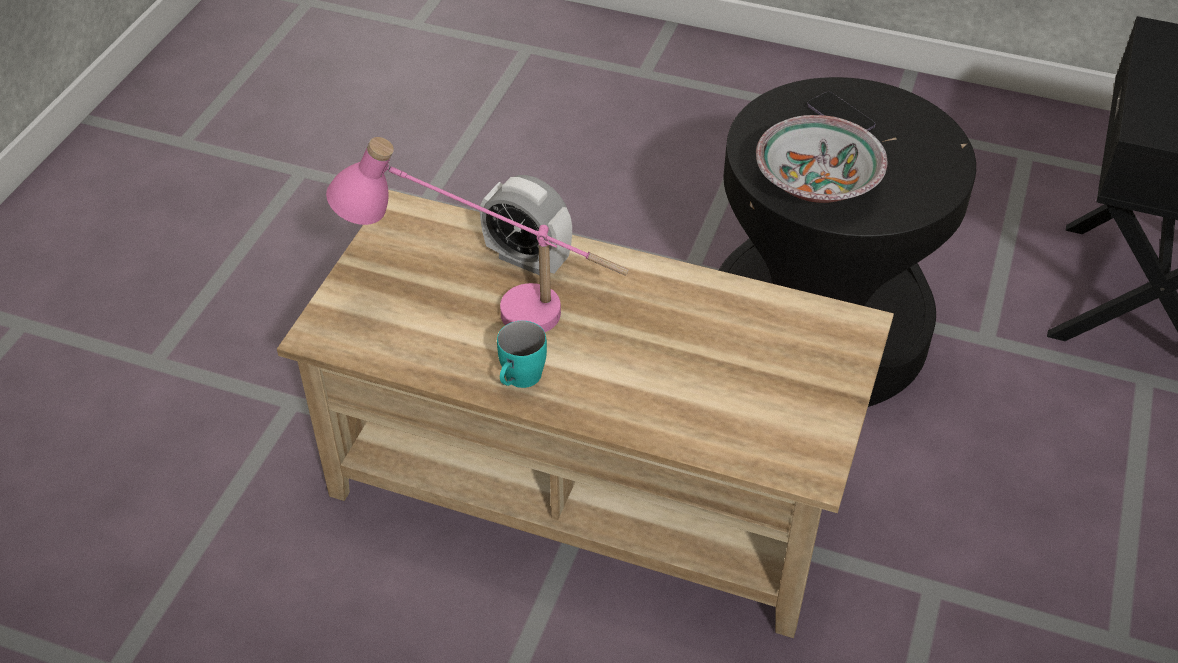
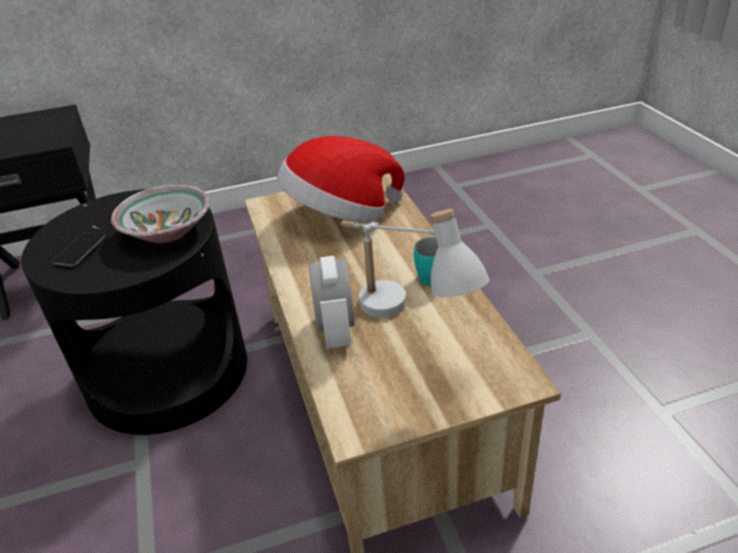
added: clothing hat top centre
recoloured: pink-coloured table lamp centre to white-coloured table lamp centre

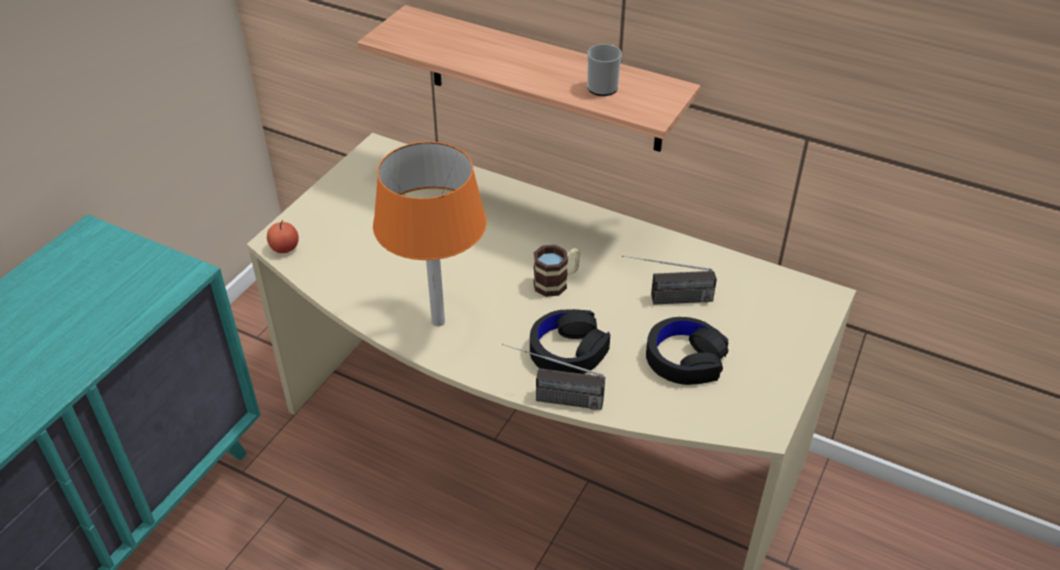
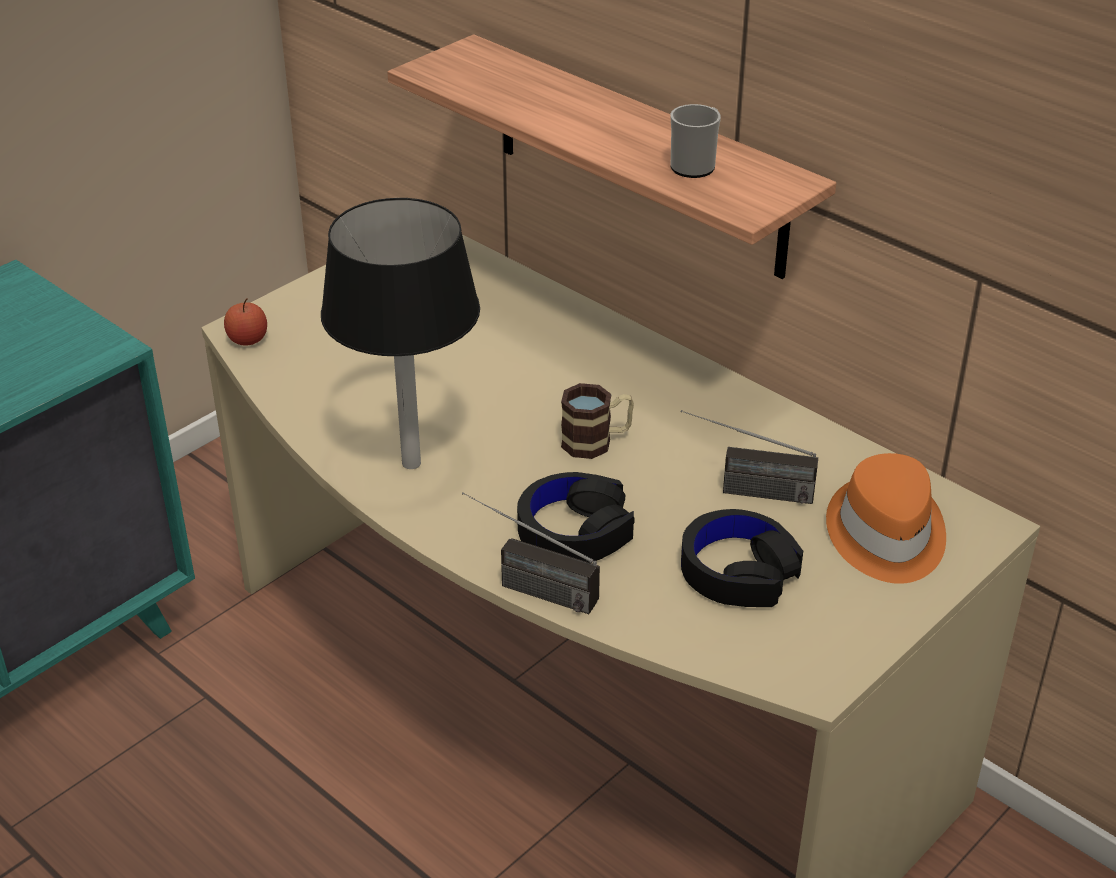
added: orange clothing hat middle right
recoloured: orange table lamp centre to black-coloured table lamp centre

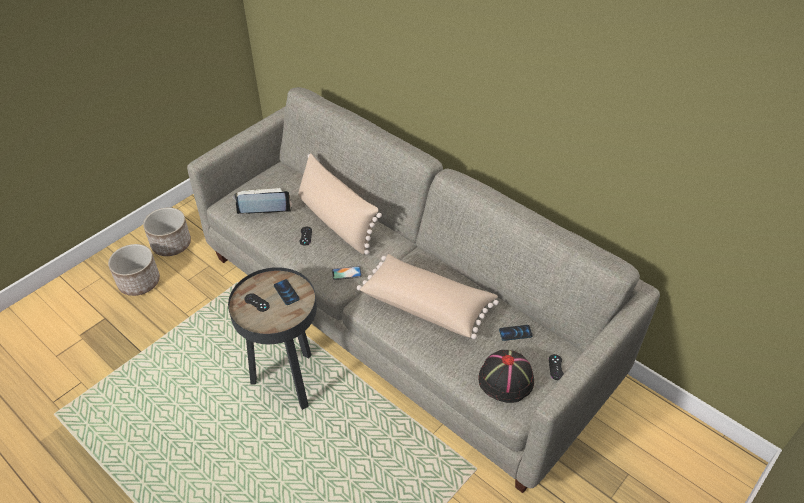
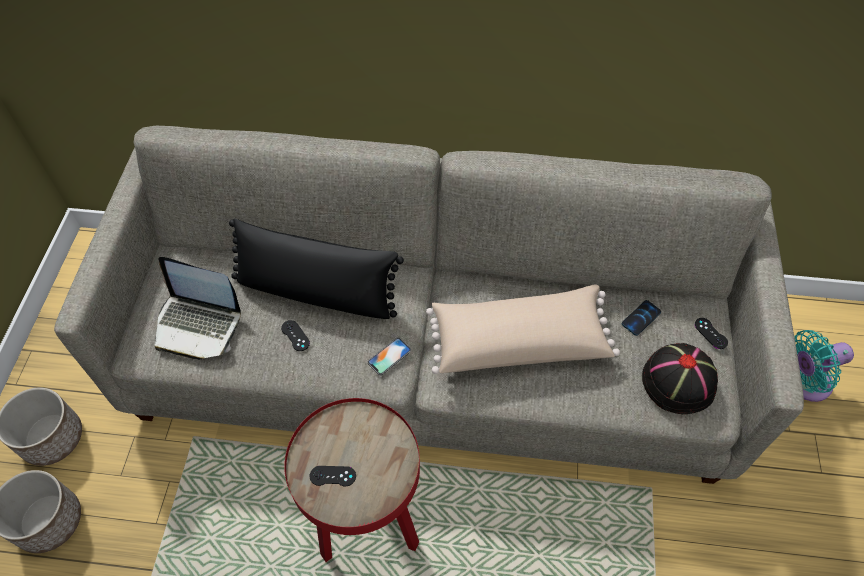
removed: phone (1st from left) centre
added: turquoise-coloured electric fan middle right
recoloured: beige-coloured pillow (1st from left) centre to black-coloured pillow centre; black-coloured side table bottom centre to red side table bottom centre
turned: portable computer middle left = middle left 120 degrees counterclockwise

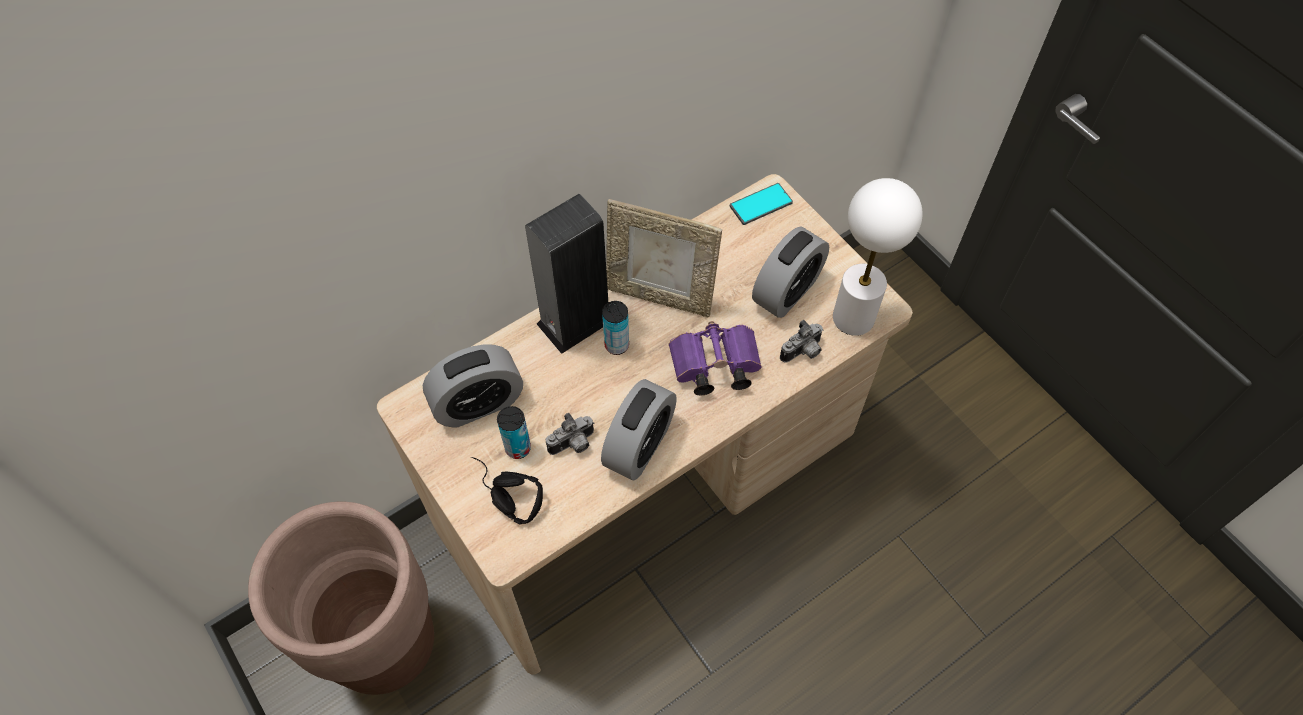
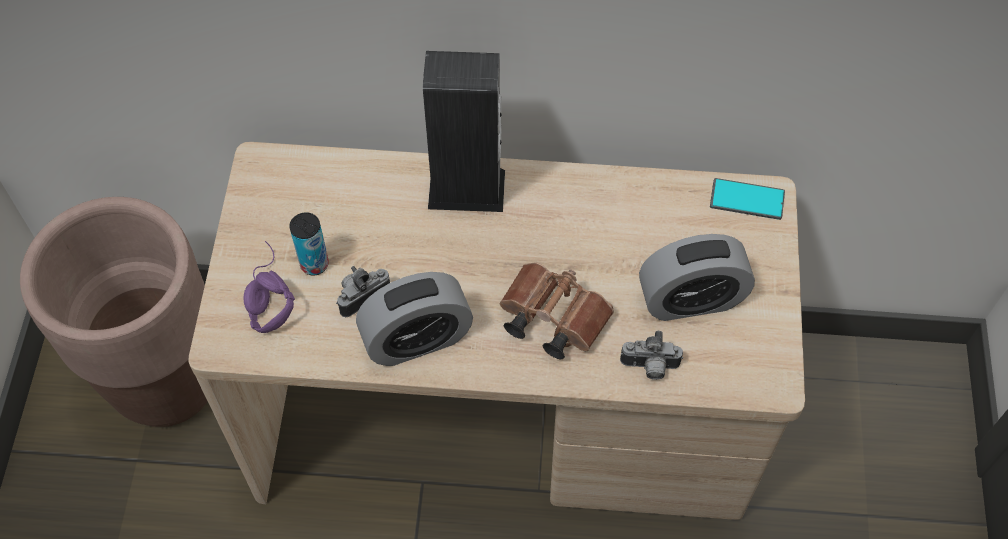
removed: white-coloured table lamp middle right; picture frame centre; metal can (2nd from left) centre; table clock (1st from left) centre
recoloured: purple pair of binoculars centre to brown pair of binoculars centre; black-coloured headphones bottom centre to purple headphones middle left
turned: still camera (1st from left) centre = centre 135 degrees clockwise

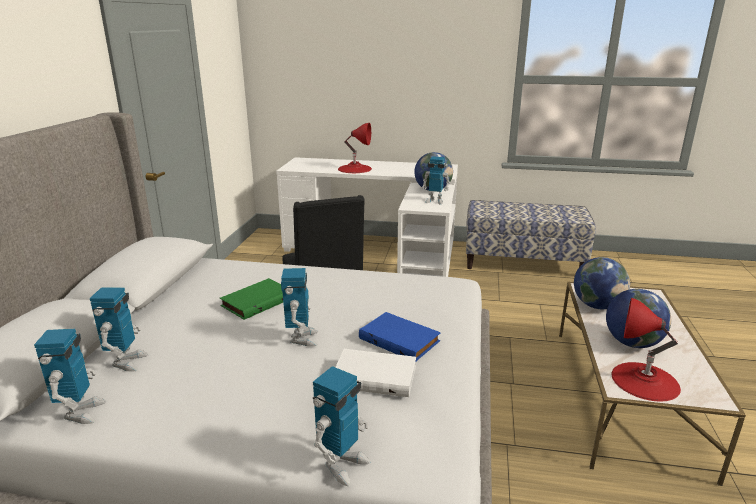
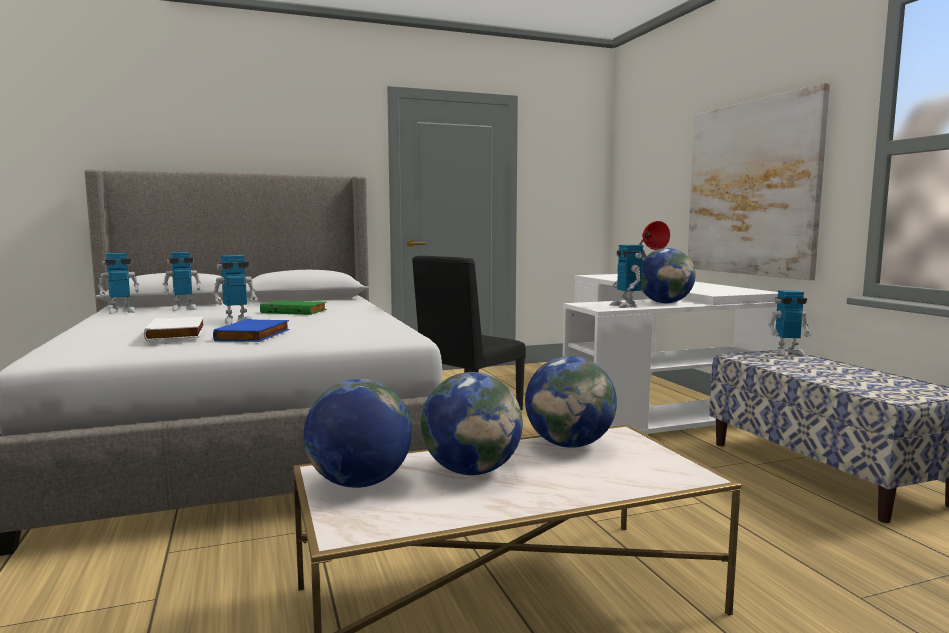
added: wall picture top right
moved: toy robot (4th from left in the first image) bottom centre to toy robot (5th from left) middle right
replaced: red table lamp (2nd from left) bottom right to world globe (1st from left) bottom centre

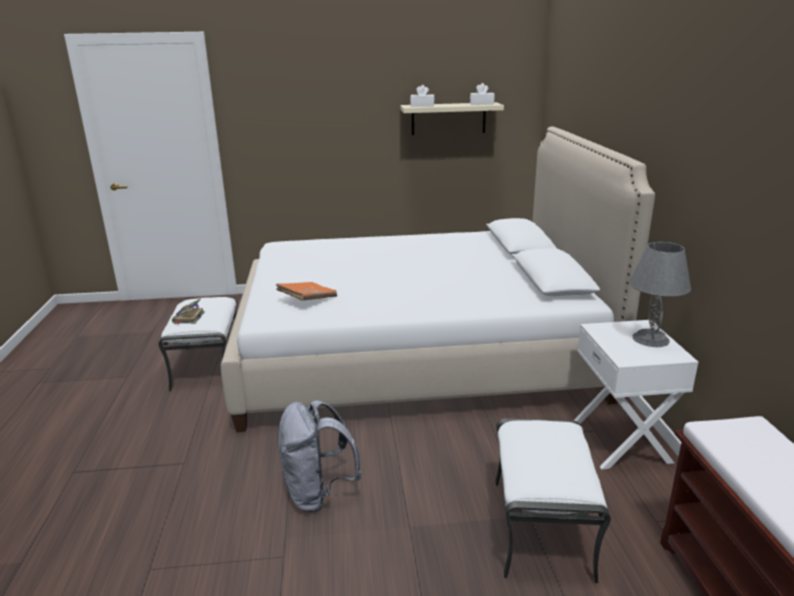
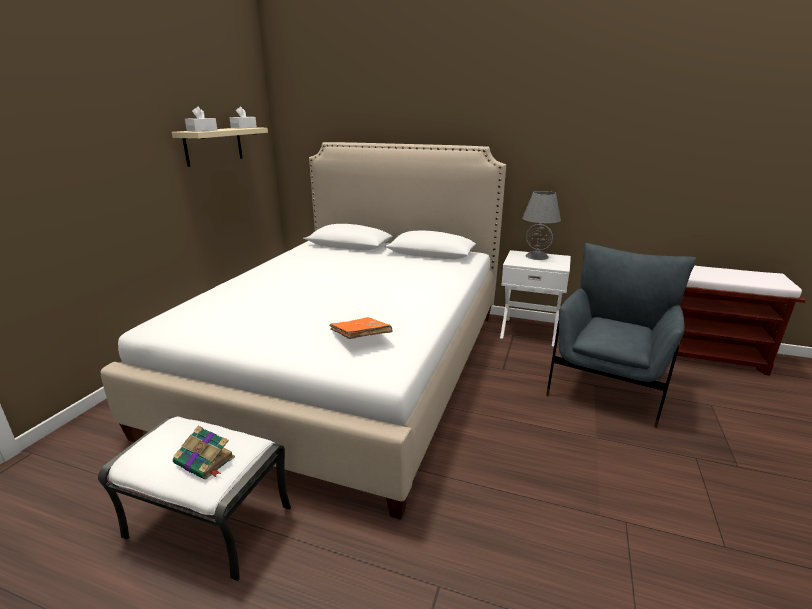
removed: greyish knapsack bottom centre
replaced: white-coloured ottoman (2nd from left) bottom right to greyish armchair middle right

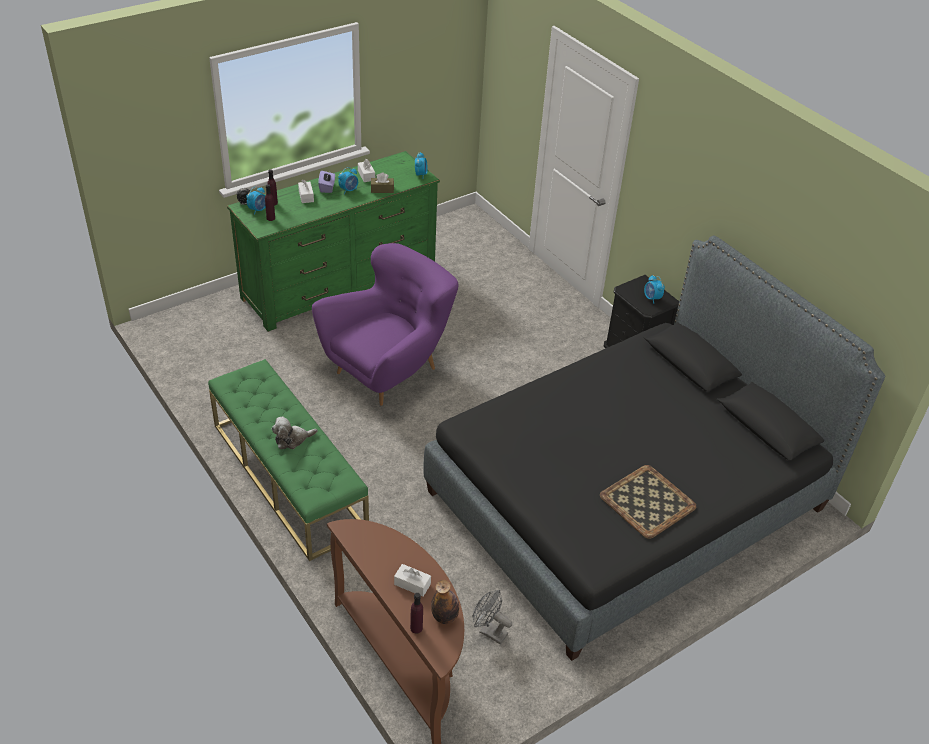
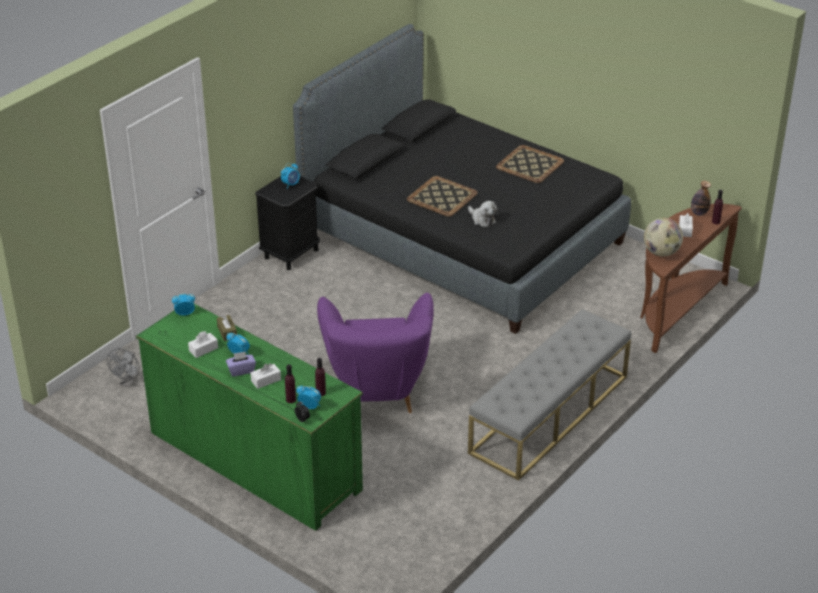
added: serving tray (1st from left) top centre; world globe middle right
moved: plush toy middle left to centre; greyish electric fan bottom centre to middle left
recoloured: greenish bench middle left to greyish bench middle right
turned: purple armchair centre = centre 120 degrees counterclockwise

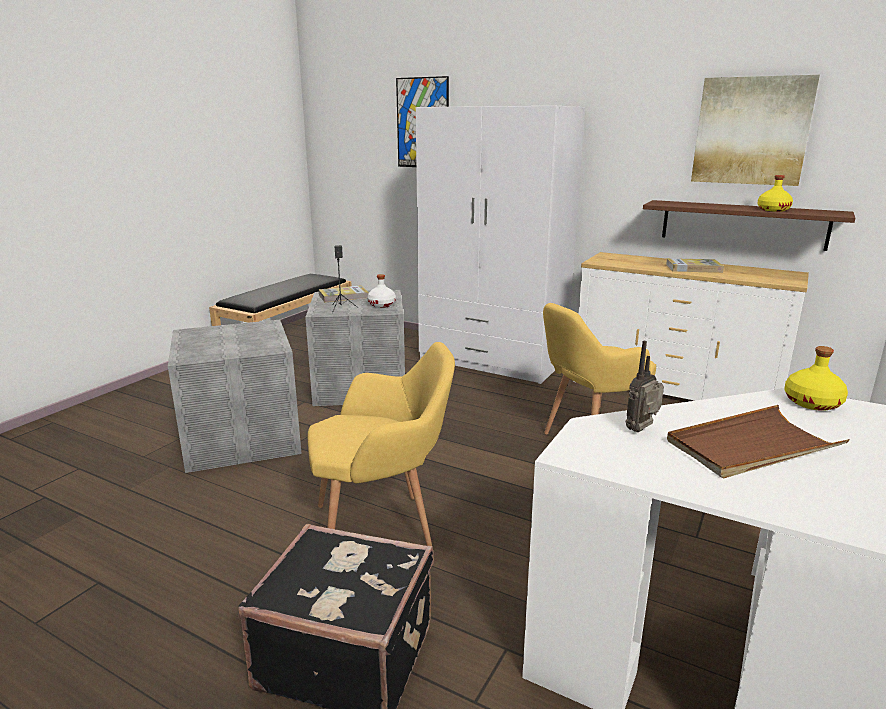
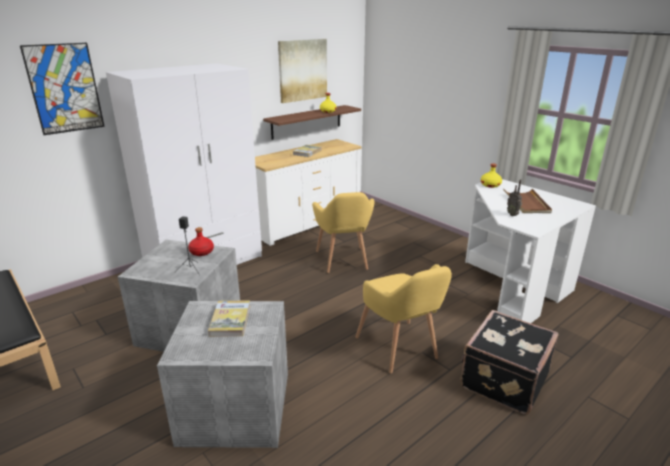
moved: volume (1st from left) centre to bottom centre
recoloured: white-coloured beverage bottle centre to red beverage bottle middle left
turned: yellowish armchair (1st from left in the first image) centre = bottom centre 150 degrees clockwise

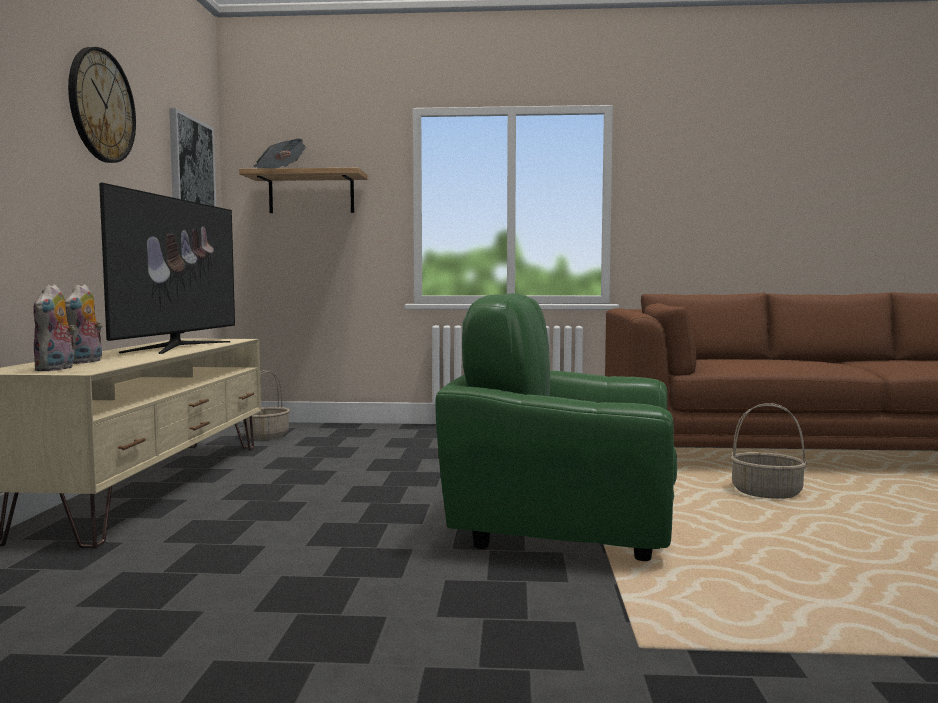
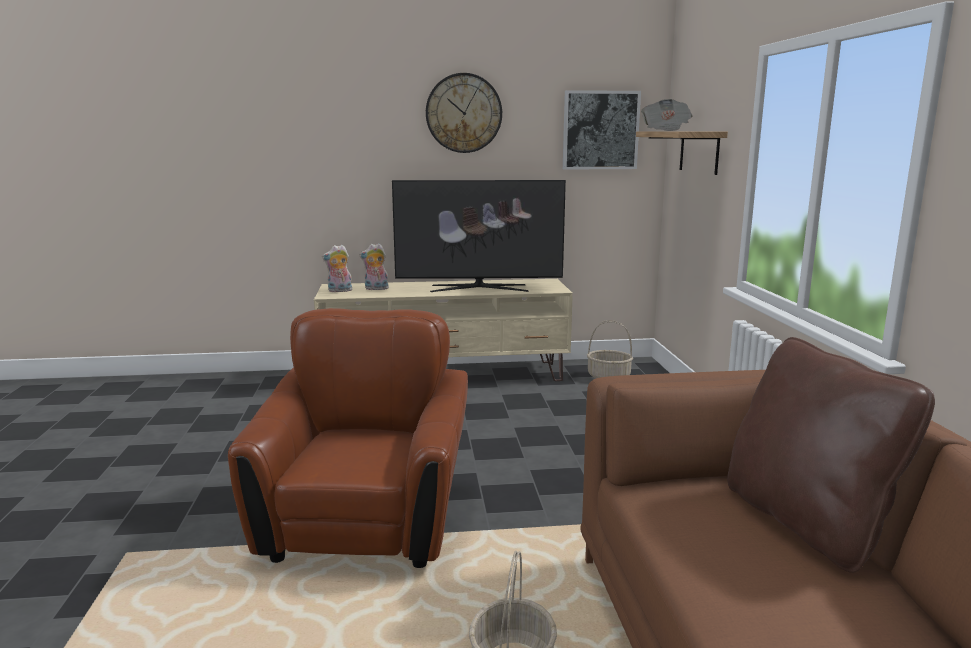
added: brown pillow bottom right
recoloured: greenish armchair centre to brown armchair bottom centre

